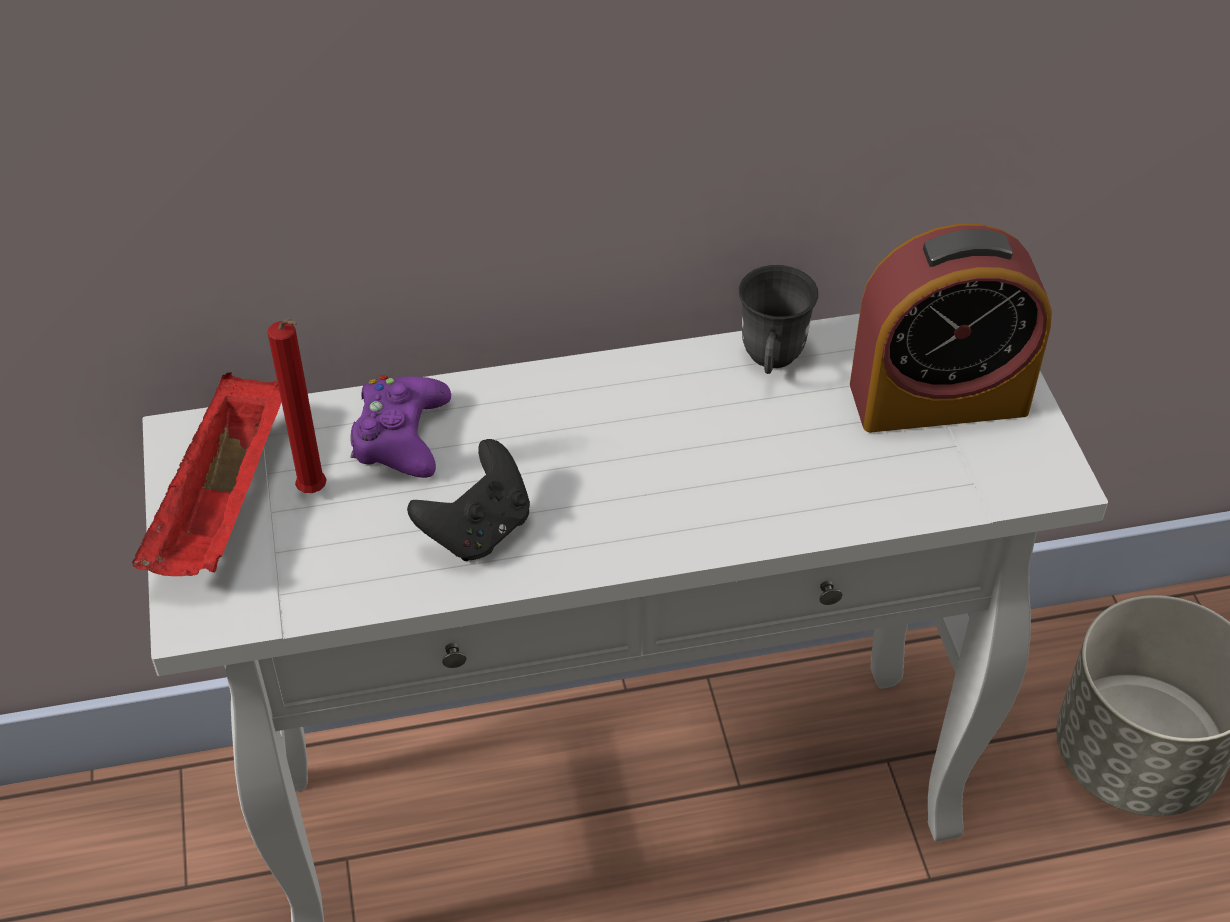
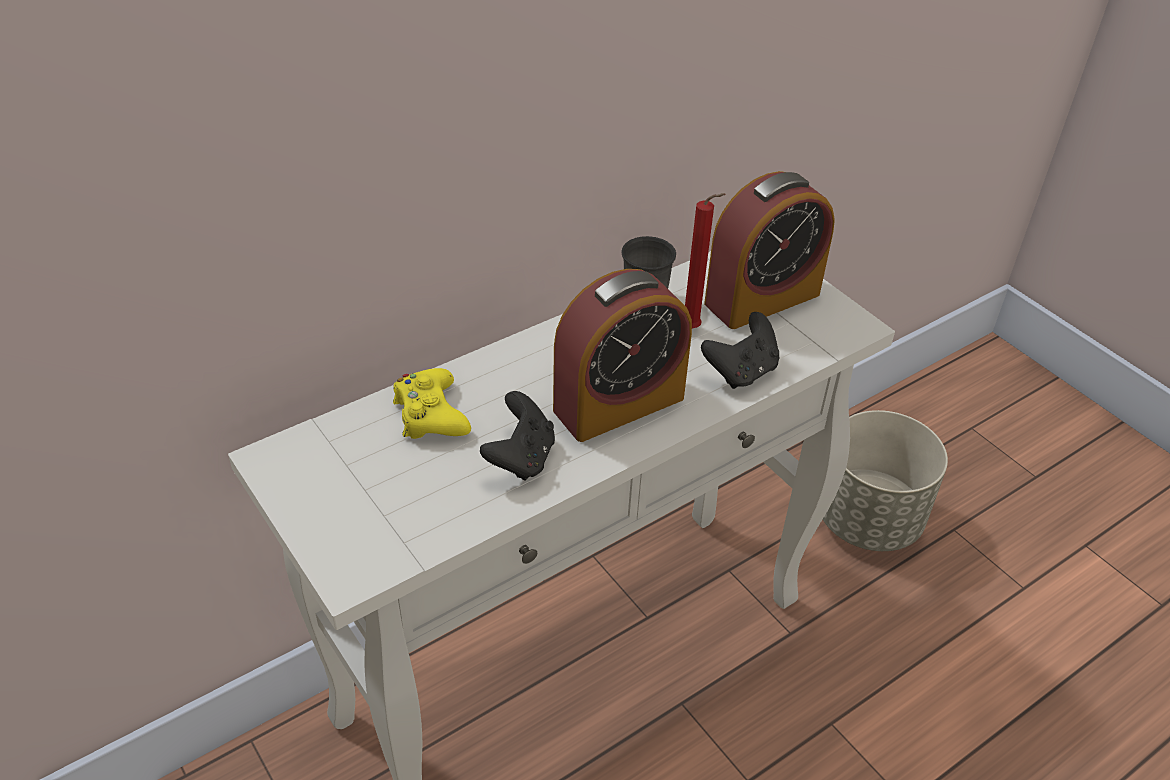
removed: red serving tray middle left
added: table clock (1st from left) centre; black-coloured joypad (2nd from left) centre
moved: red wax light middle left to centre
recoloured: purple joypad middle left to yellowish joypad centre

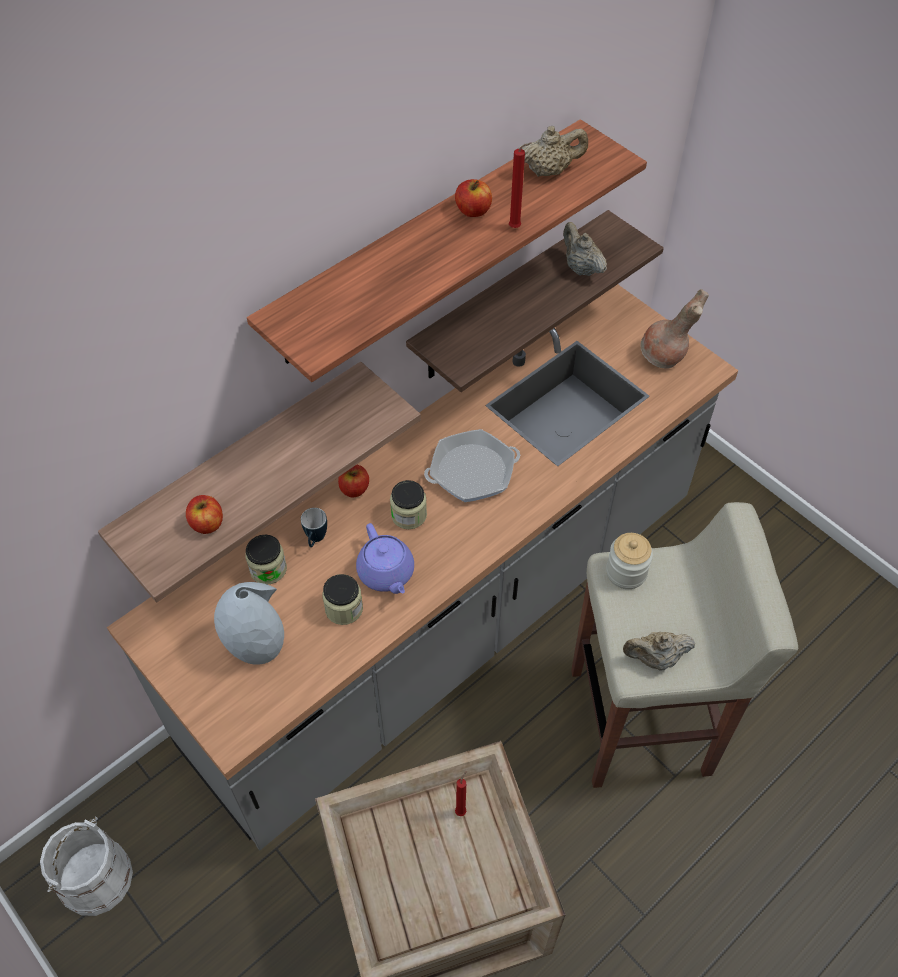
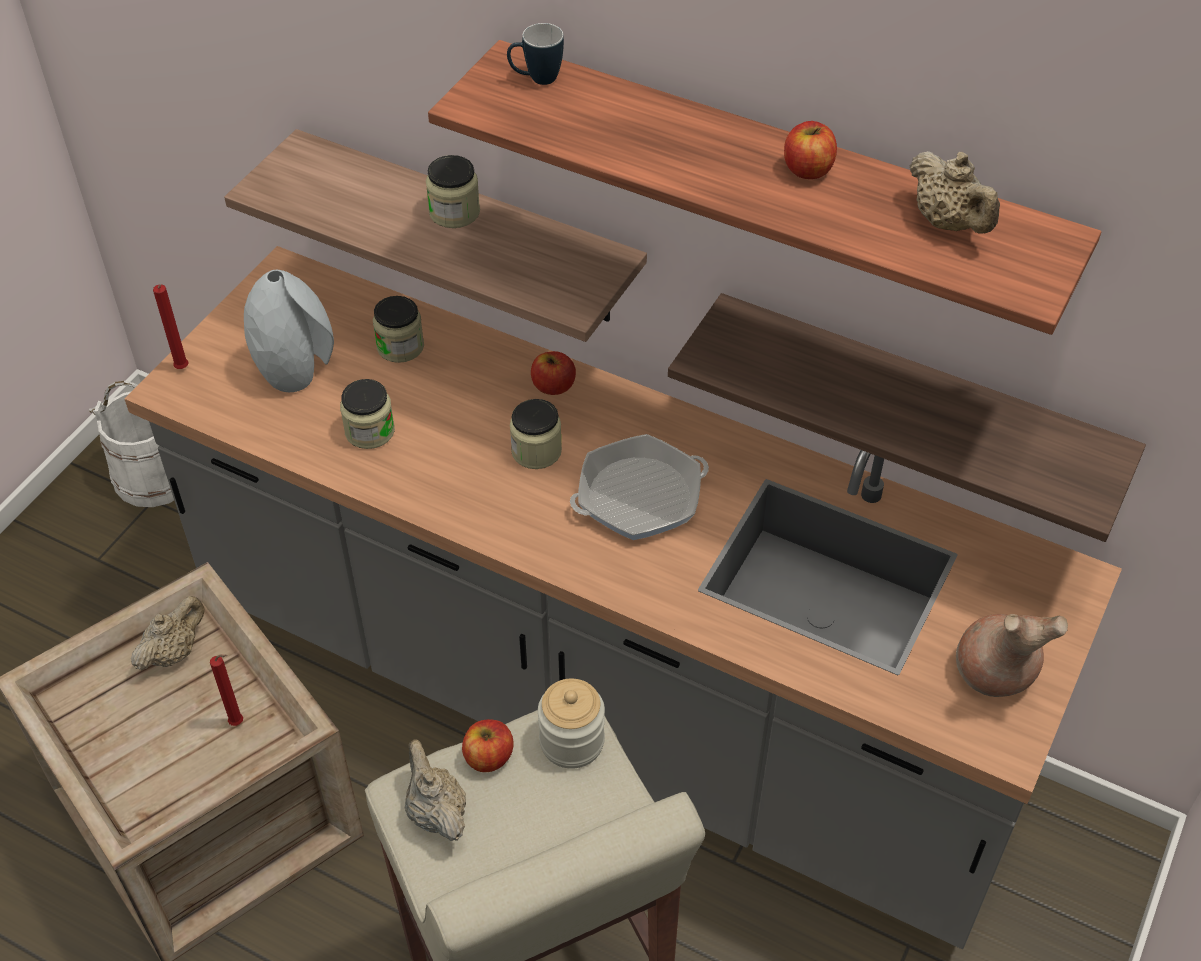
removed: purple teapot centre
added: jar (3rd from left) top centre
moved: red wax light (2nd from left in the first image) top centre to red wax light (1st from left) middle left; beige-coloured teapot (2nd from left in the first image) top centre to beige-coloured teapot (1st from left) middle left; whole apple (1st from left) middle left to bottom centre; coffee mug centre to top centre
turned: frying pan centre = centre 105 degrees clockwise

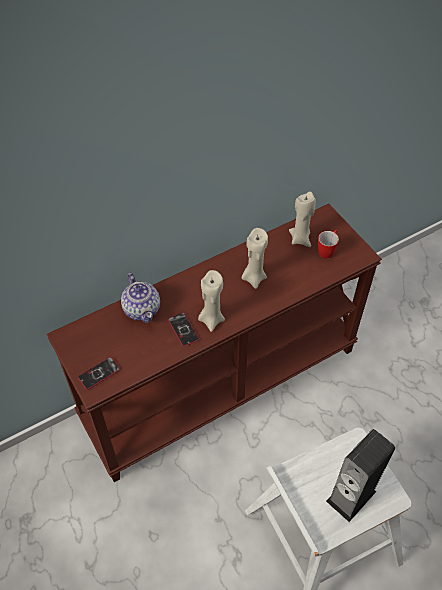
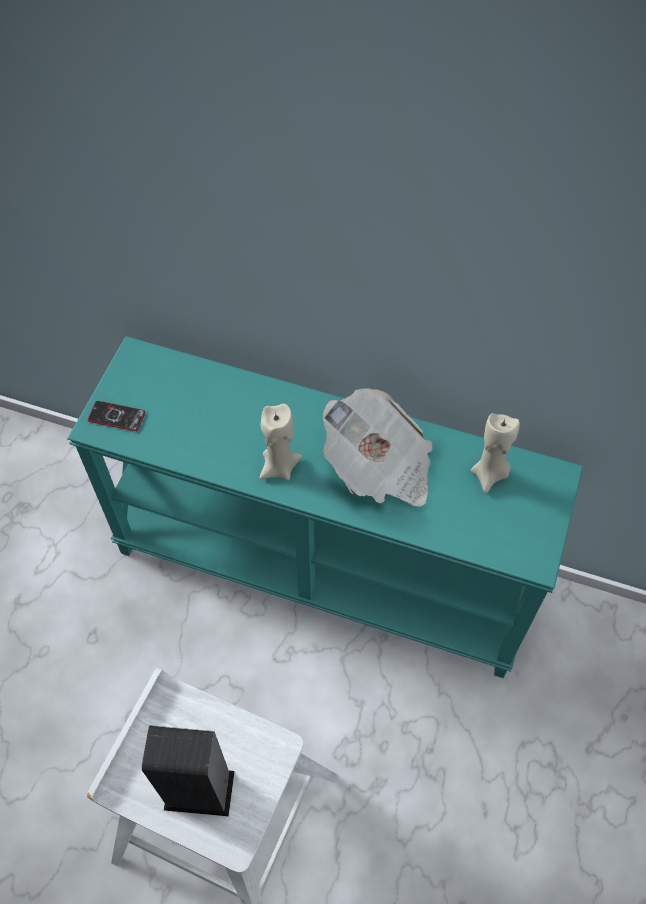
removed: coffee mug middle right; teapot middle left; phone (2nd from left) centre
replaced: beige-coloured wax light (2nd from left) centre to printed paper centre
recoloured: brown console table centre to turquoise-coloured console table centre

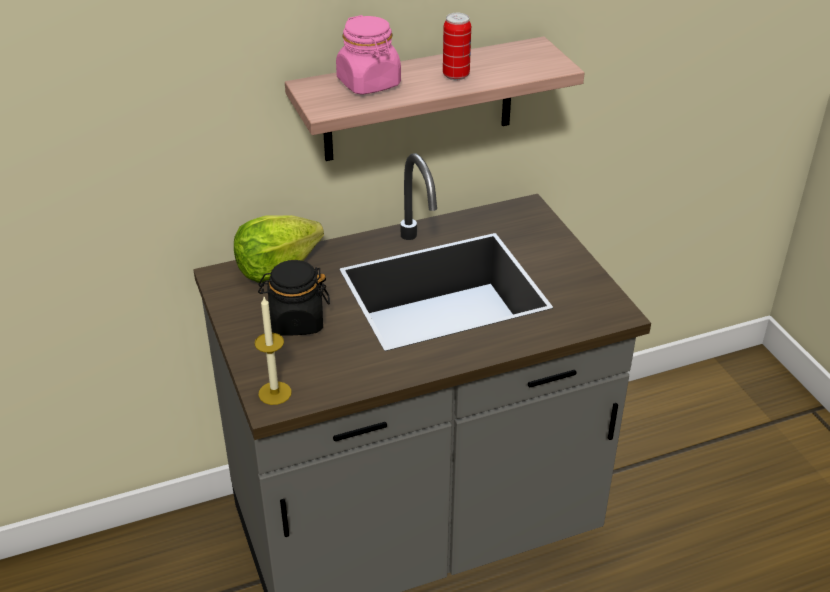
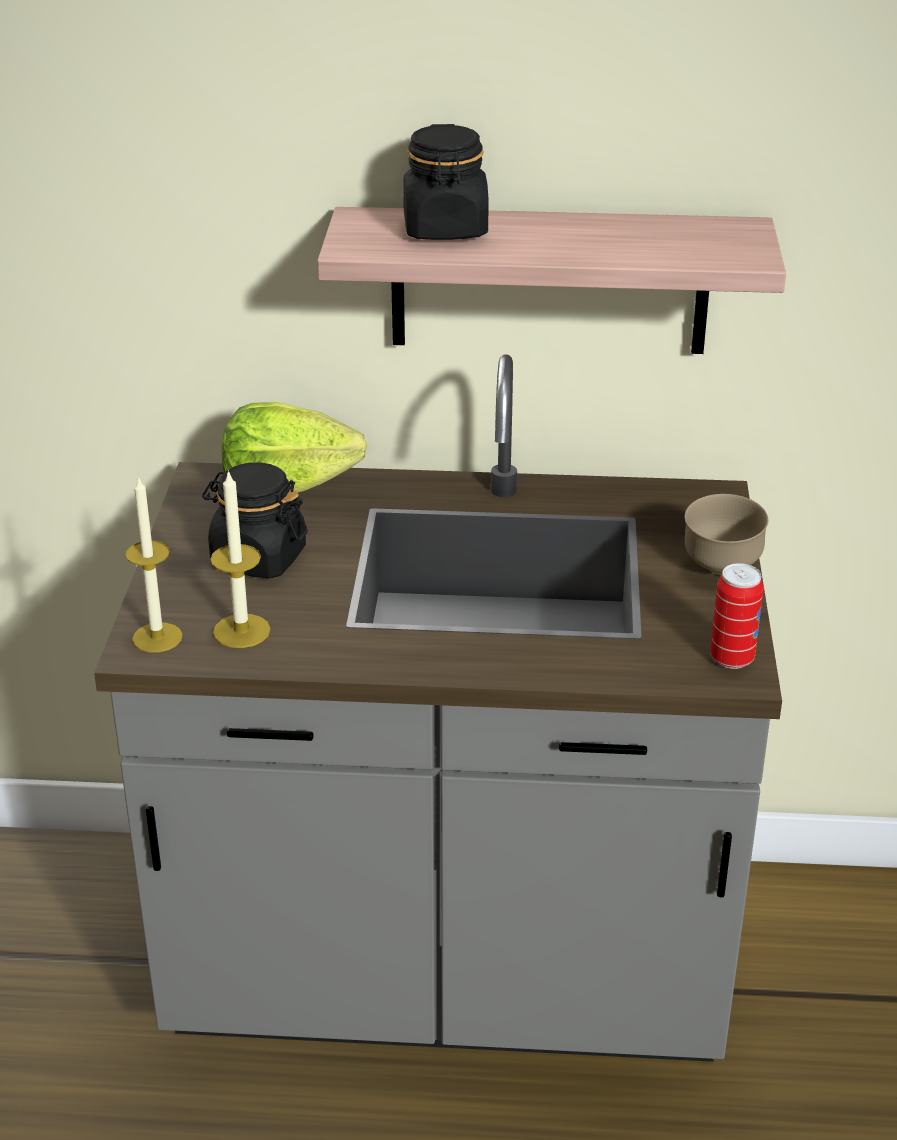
added: wax light (2nd from left) middle left; brown serving bowl middle right
moved: metal can top centre to middle right
recoloured: pink-coloured jar top centre to black-coloured jar (2nd from left) top centre

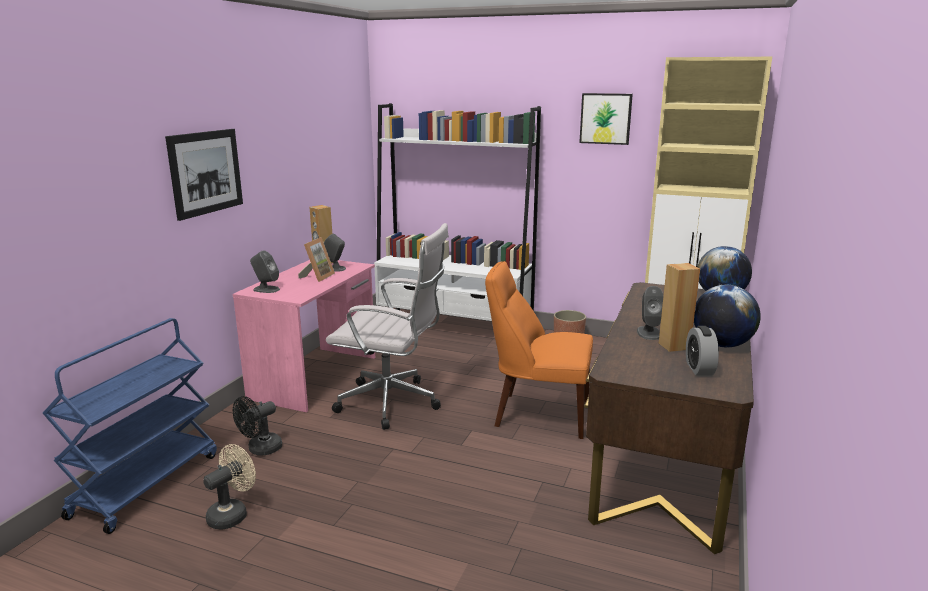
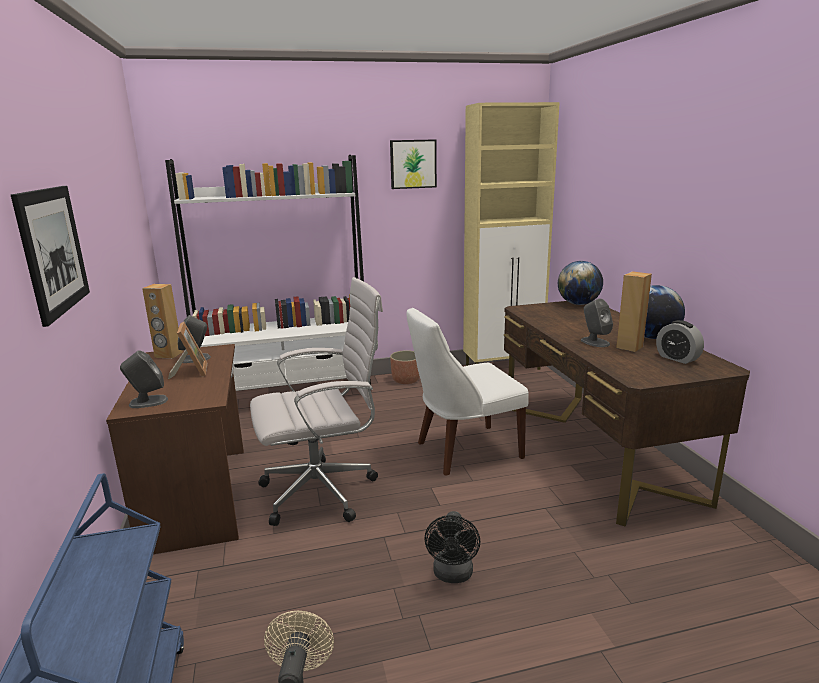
moved: black-coloured electric fan bottom left to bottom centre
recoloured: pink-coloured desk table middle left to brown desk table (1st from left) middle left; orange upright chair centre to white-coloured upright chair centre

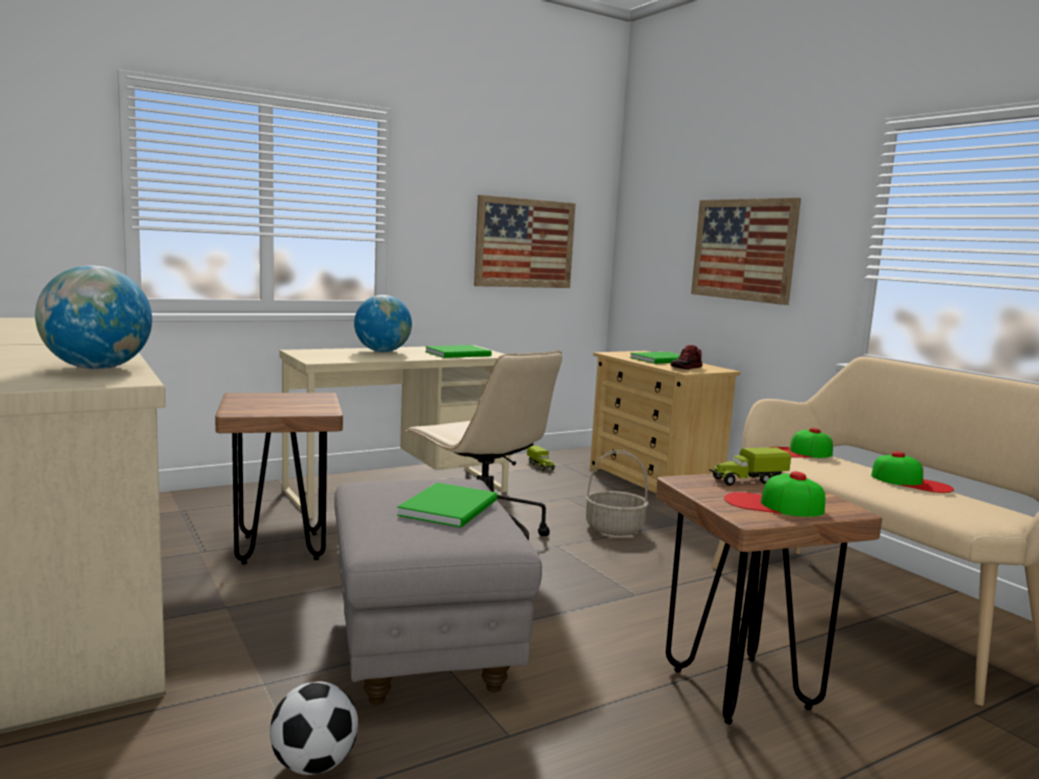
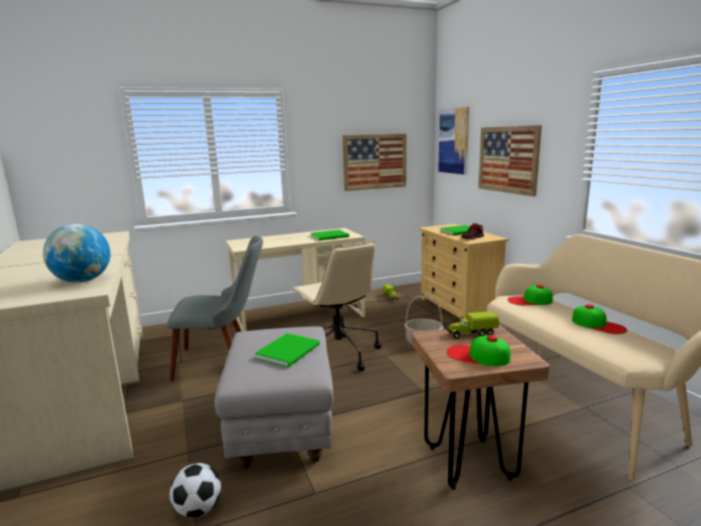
removed: world globe (2nd from left) centre
added: wall picture (2nd from left) top centre
replaced: brown sitting stool (1st from left) middle left to greyish upright chair middle left

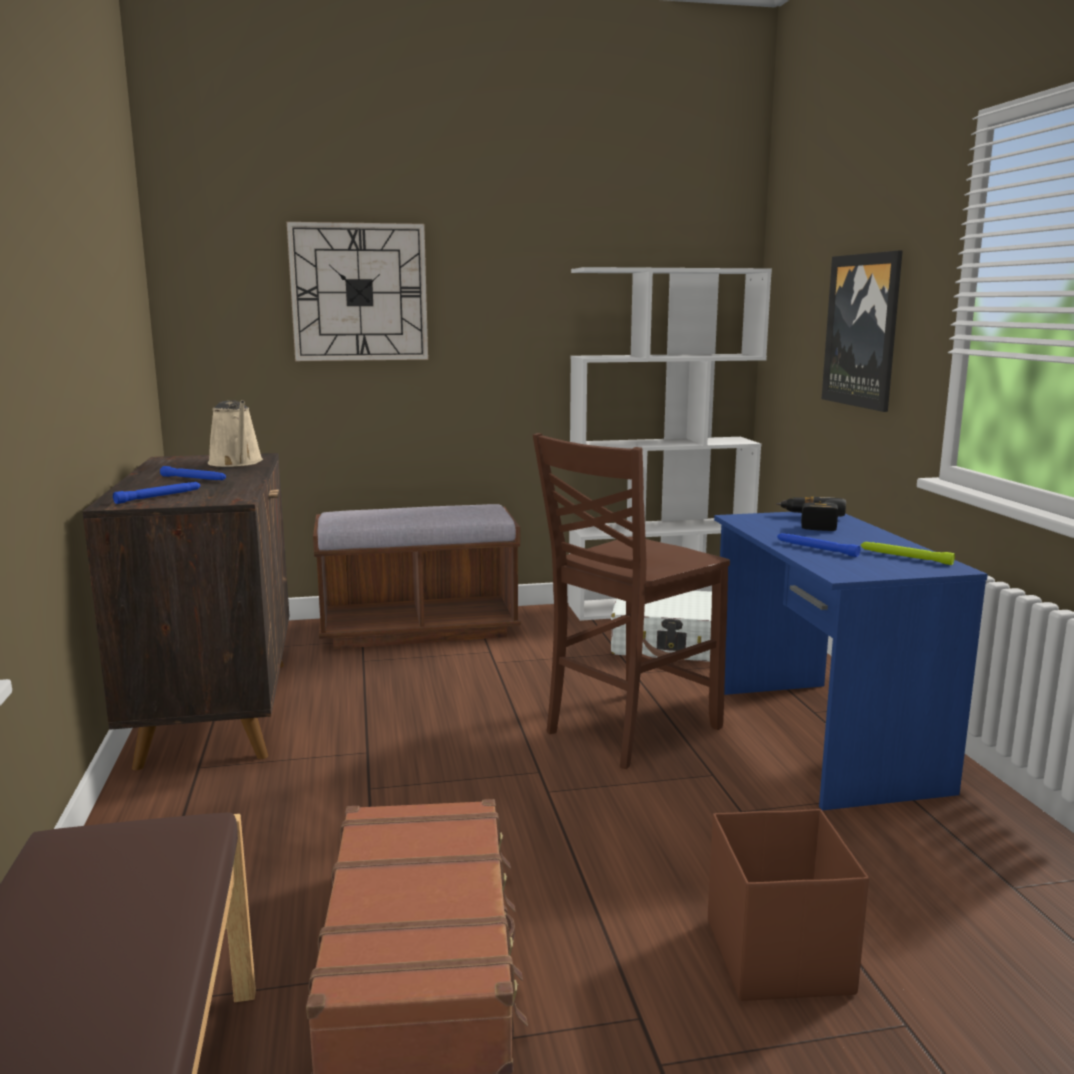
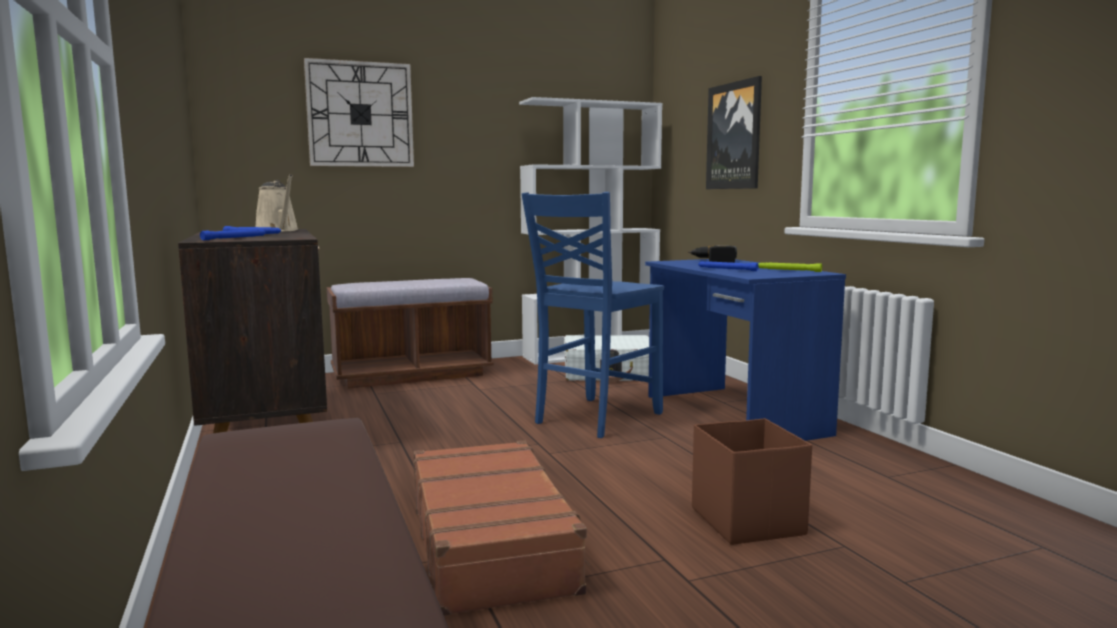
recoloured: brown upright chair centre to blue upright chair centre

